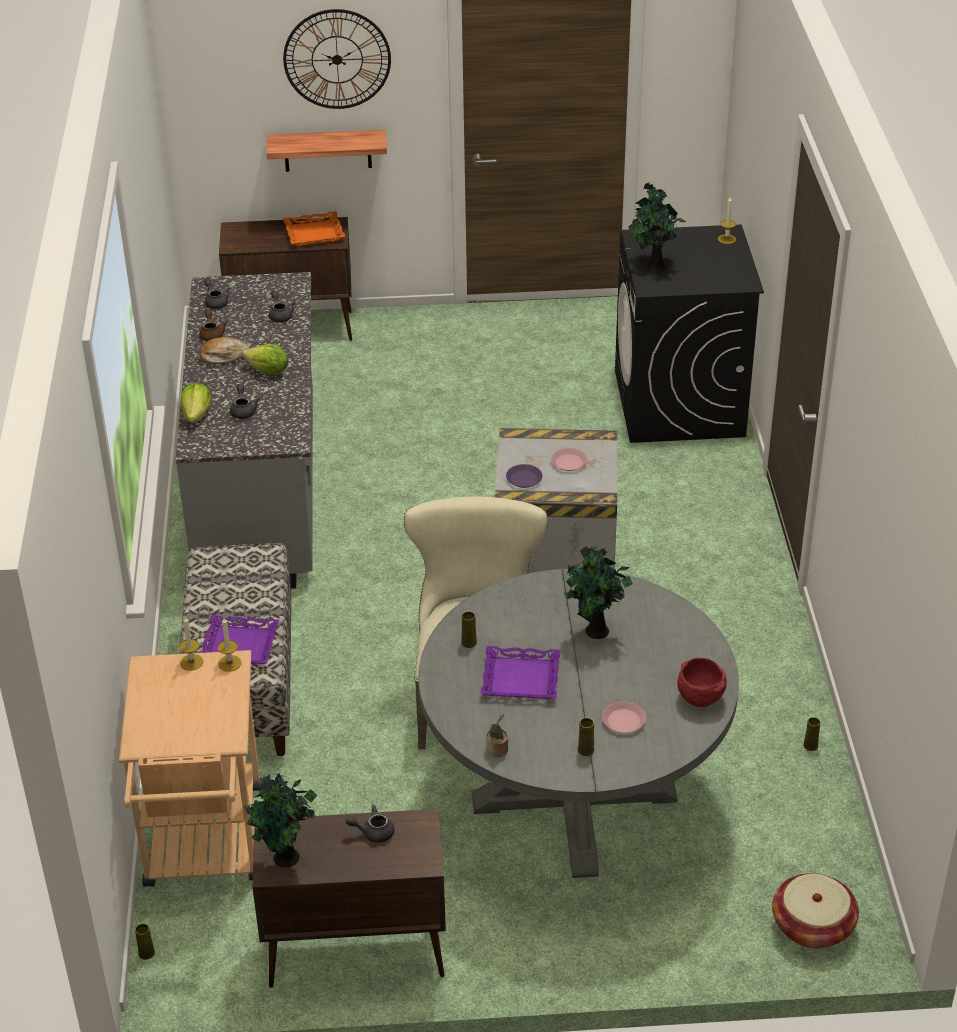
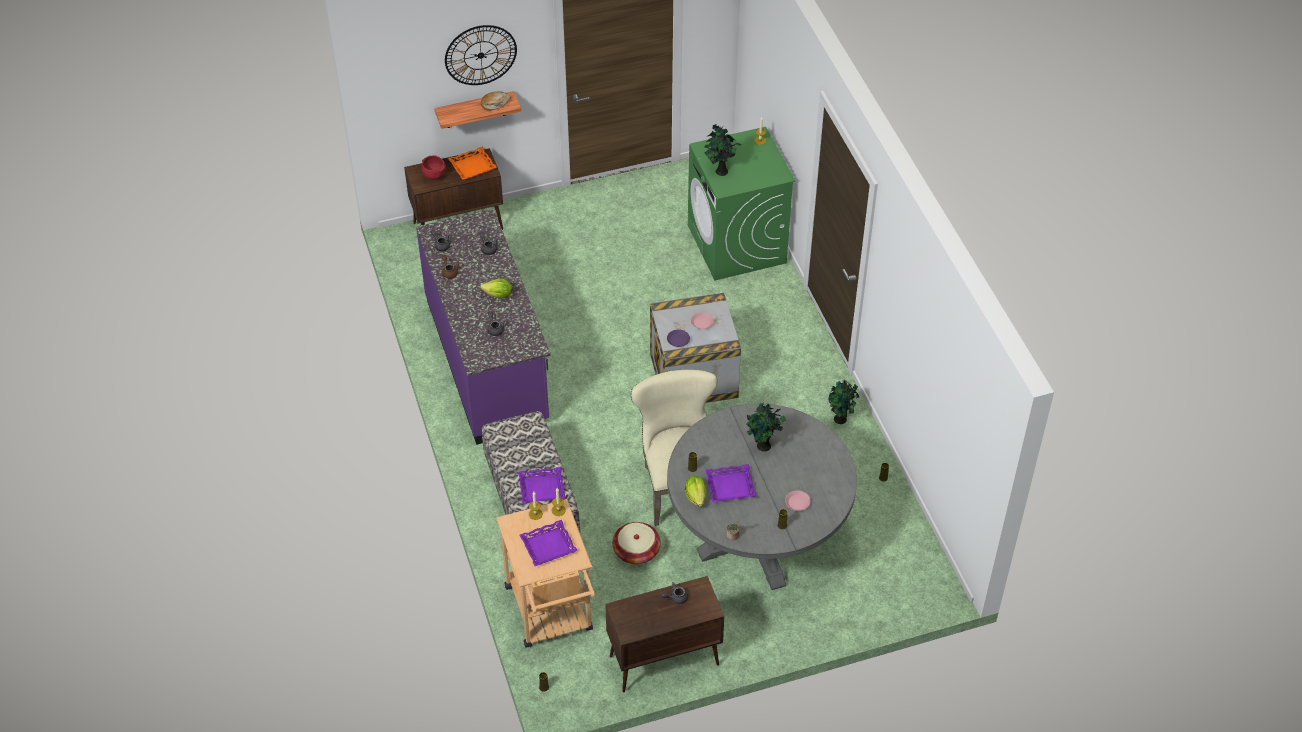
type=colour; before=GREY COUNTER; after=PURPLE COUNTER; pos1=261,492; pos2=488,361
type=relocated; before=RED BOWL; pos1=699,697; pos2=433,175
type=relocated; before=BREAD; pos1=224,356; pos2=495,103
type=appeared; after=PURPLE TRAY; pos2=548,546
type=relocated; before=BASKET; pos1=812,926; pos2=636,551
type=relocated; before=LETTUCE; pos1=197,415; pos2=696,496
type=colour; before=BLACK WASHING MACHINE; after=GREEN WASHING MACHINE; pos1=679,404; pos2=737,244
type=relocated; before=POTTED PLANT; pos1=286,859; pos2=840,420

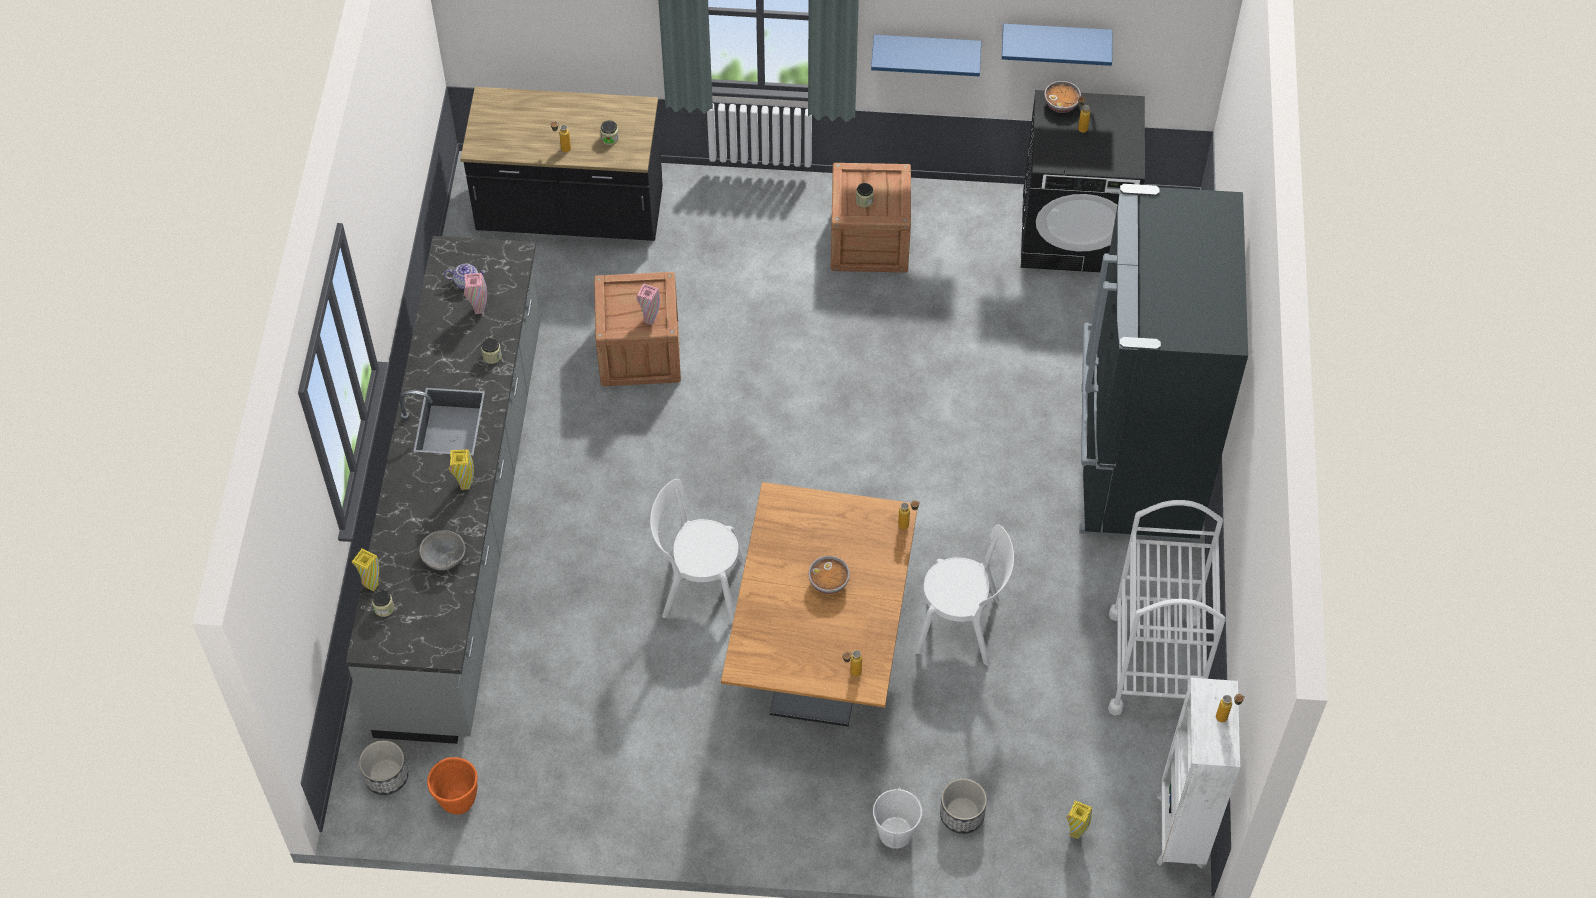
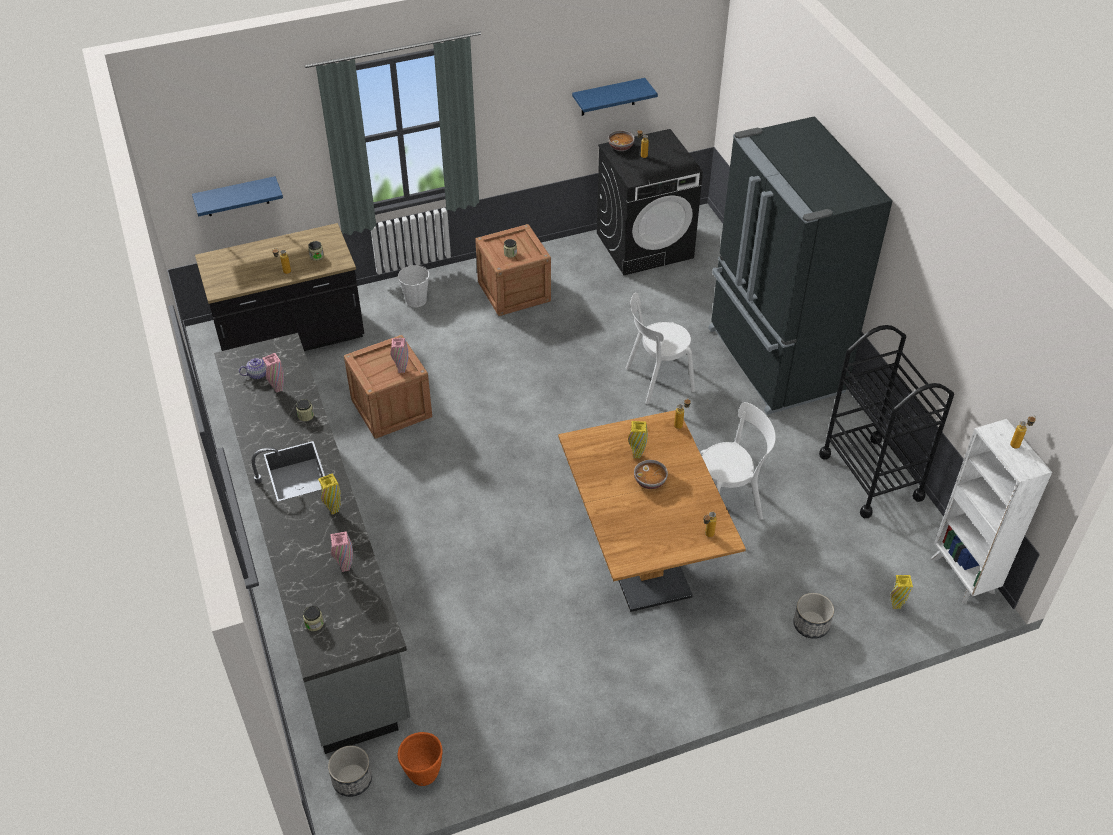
type=relocated; before=BLUE SHELF; pos1=926,50; pos2=236,197
type=exchanged; before=GREY BOWL; after=PINK VASE; pos1=444,558; pos2=345,568
type=relocated; before=WHITE BUCKET; pos1=895,833; pos2=416,300
type=relocated; before=WHITE CHAIR; pos1=697,587; pos2=656,380
type=relocated; before=YELLOW VASE; pos1=372,586; pos2=636,455
type=colour; before=WHITE CART; after=BLACK CART; pos1=1154,664; pos2=870,476

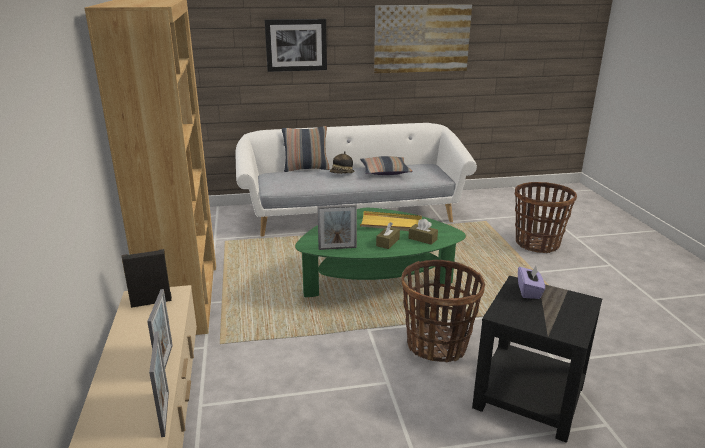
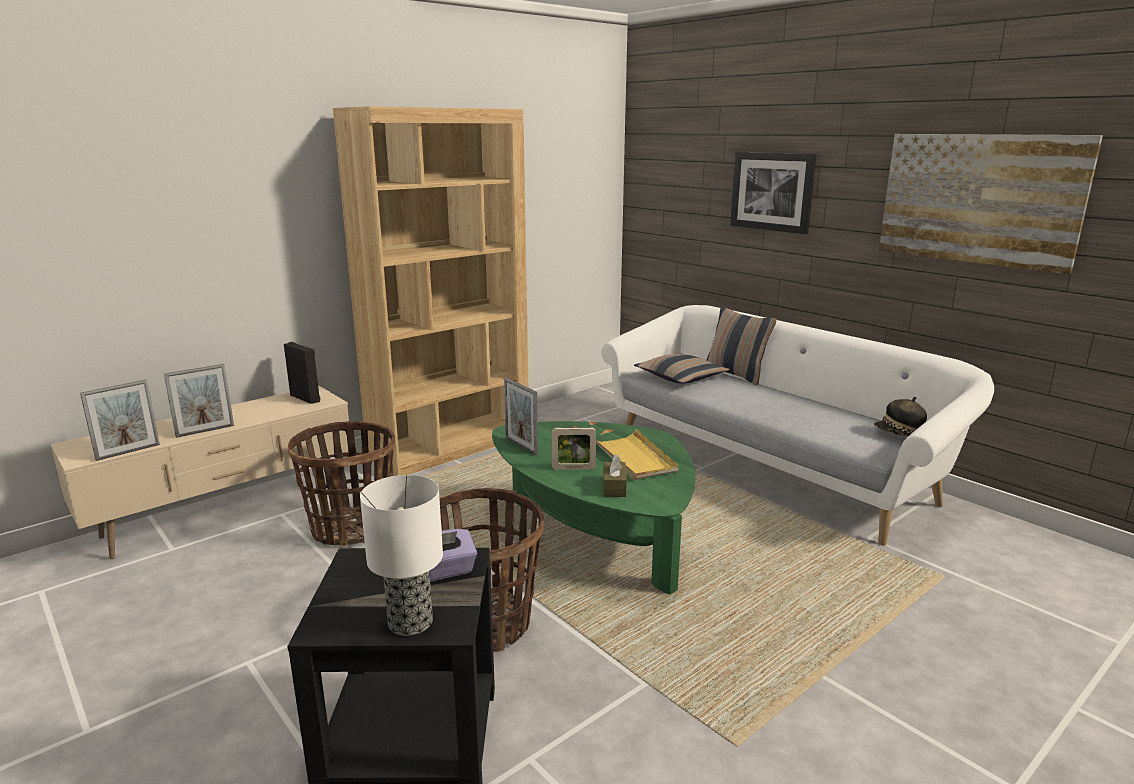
type=relocated; before=BASKET; pos1=537,244; pos2=351,529
type=appeared; after=TABLE LAMP; pos2=409,623
type=exchanged; before=BROWN TISSUE BOX; after=PICTURE FRAME; pos1=388,242; pos2=573,468
type=relocated; before=PILLOW; pos1=385,171; pos2=680,377
type=relocated; before=HAT; pos1=342,174; pos2=898,435

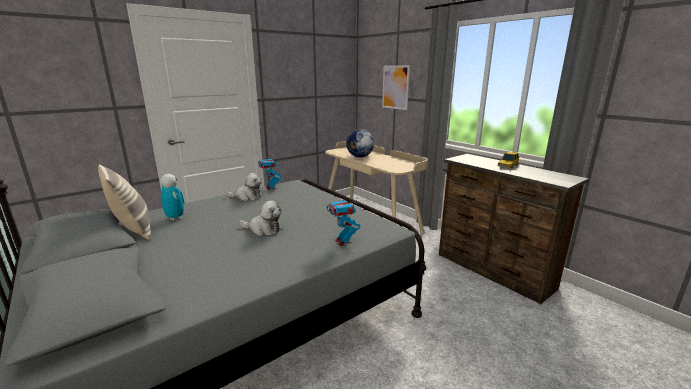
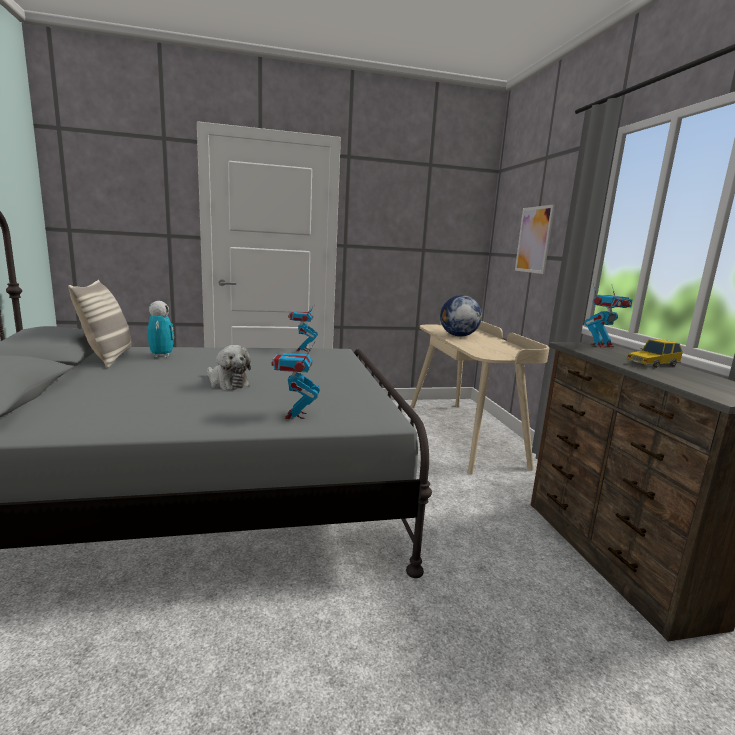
type=appeared; after=TOY ROBOT; pos2=602,345
type=missing; before=PLUSH TOY; pos1=247,197

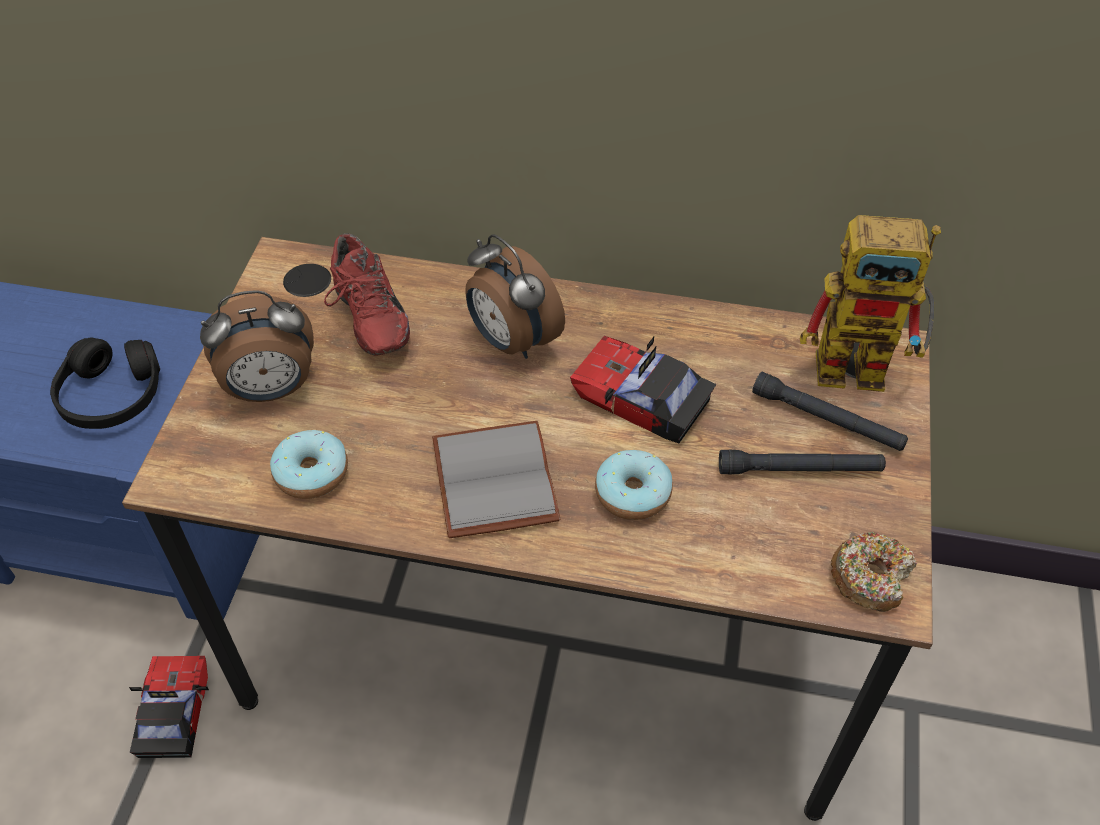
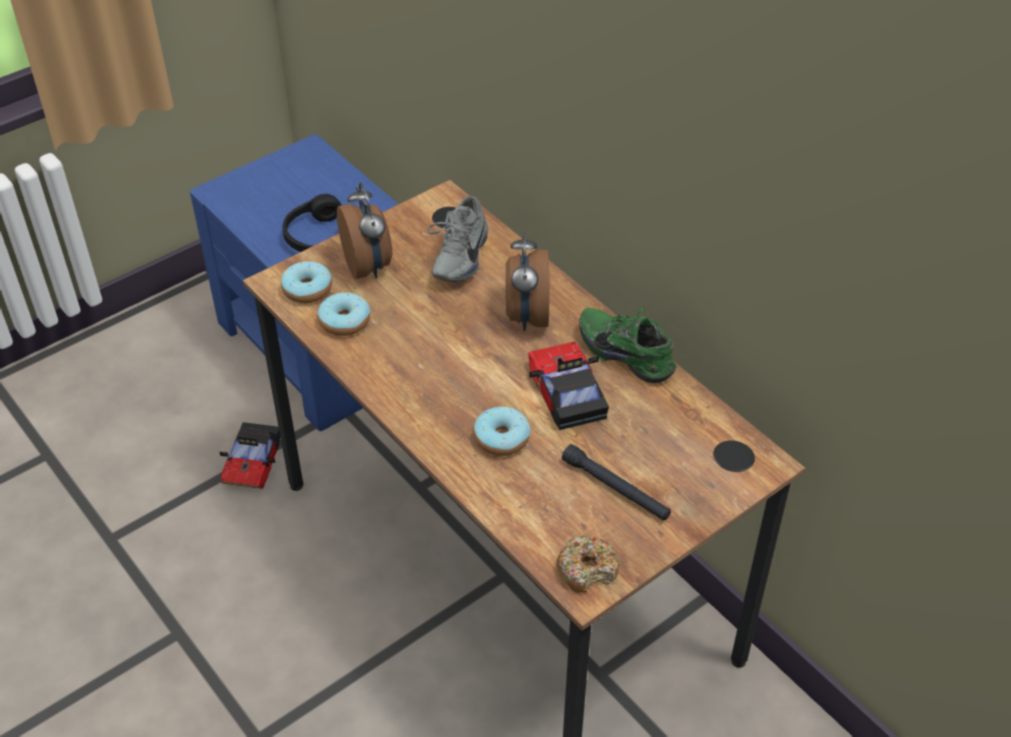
type=spun; before=TOY CAR; pos1=173,711; pos2=252,462; turn=150
type=appeared; after=DONUT; pos2=307,289
type=spun; before=ALARM CLOCK; pos1=271,389; pos2=368,266; turn=-135
type=colour; before=RED SHOE; after=GREY SHOE; pos1=366,319; pos2=457,257
type=appeared; after=GREEN SHOE; pos2=628,353
type=missing; before=GREY BOOK; pos1=490,479
type=missing; before=BLACK FLASHLIGHT; pos1=827,420
type=missing; before=TOY ROBOT; pos1=866,366

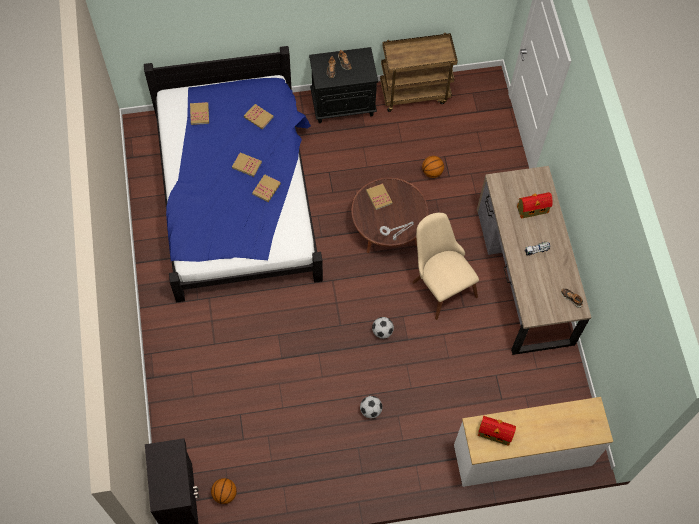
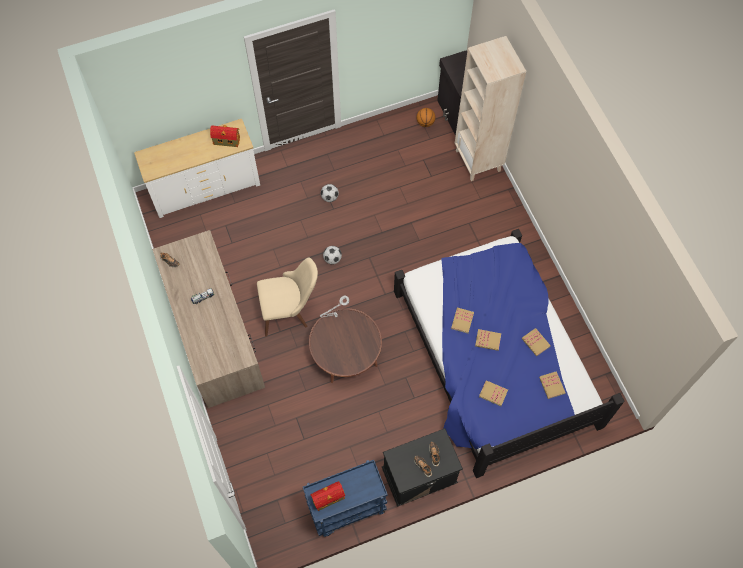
type=spun; before=BEIGE CHAIR; pos1=439,283; pos2=290,310; turn=-60
type=colour; before=BROWN CART; after=BLUE CART; pos1=415,93; pos2=346,509
type=relocated; before=TOY HOUSE; pos1=531,209; pos2=329,498
type=appeared; after=BEIGE BOOKCASE; pos2=478,161
type=relocated; before=BOOK; pos1=379,197; pos2=535,342
type=missing; before=BASKETBALL; pos1=432,172

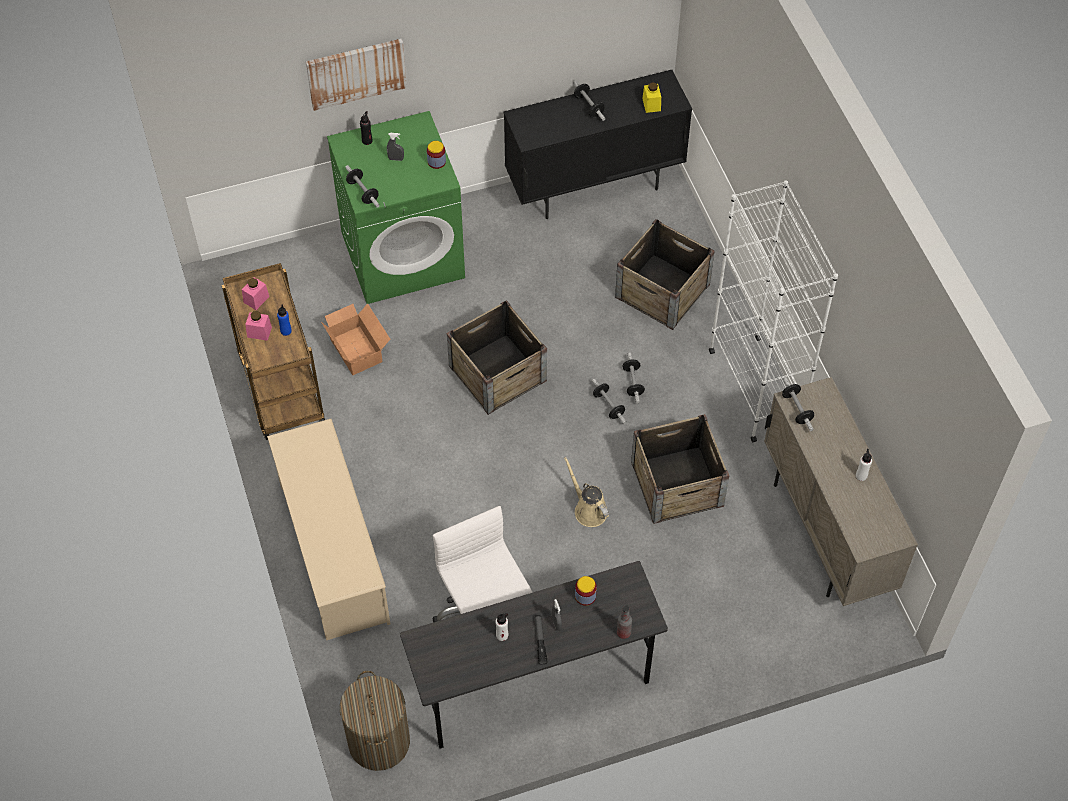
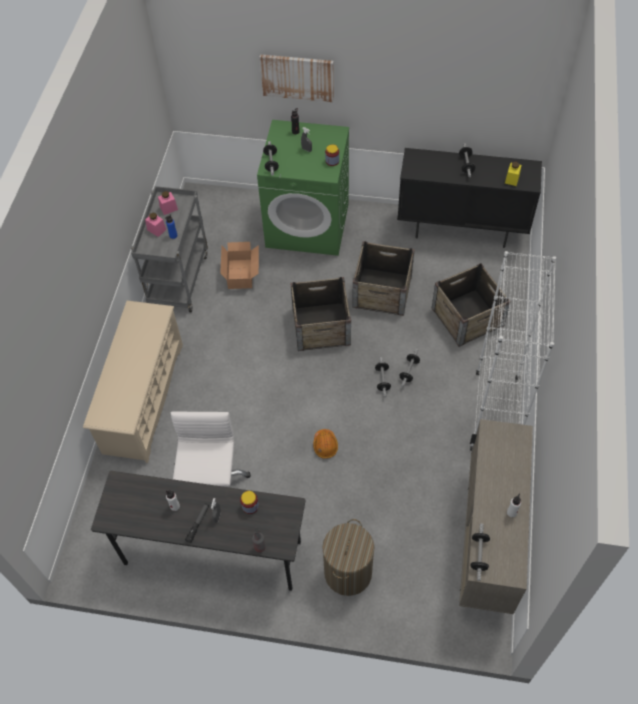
type=colour; before=BROWN CART; after=GREY CART; pos1=280,389; pos2=178,279
type=exchanged; before=BEIGE WATERING CAN; after=ORANGE HARD HAT; pos1=588,509; pos2=325,445
type=relocated; before=LAUNDRY BASKET; pos1=379,741; pos2=348,572
type=relocated; before=CRATE; pos1=677,484; pos2=382,291
type=relocated; before=DUMBBELL; pos1=796,409; pos2=479,554

